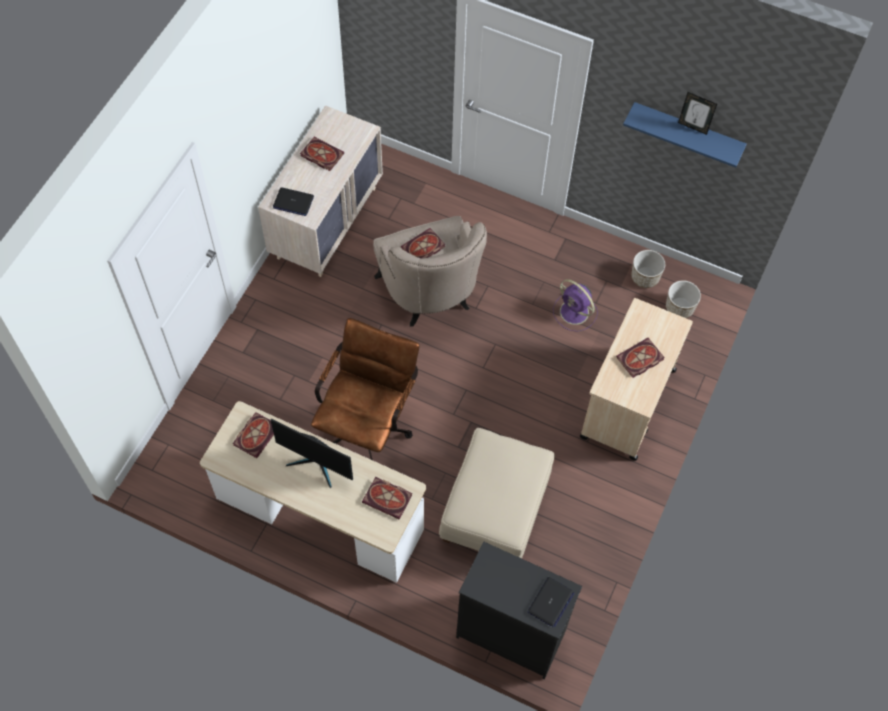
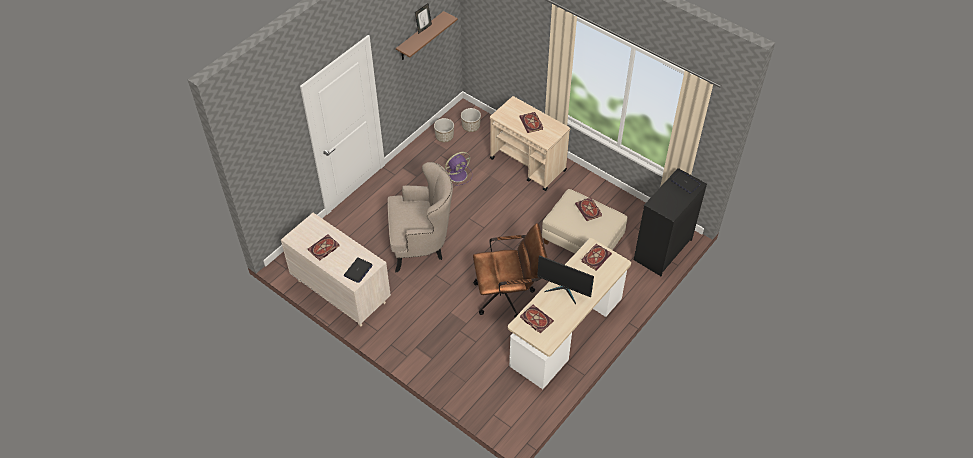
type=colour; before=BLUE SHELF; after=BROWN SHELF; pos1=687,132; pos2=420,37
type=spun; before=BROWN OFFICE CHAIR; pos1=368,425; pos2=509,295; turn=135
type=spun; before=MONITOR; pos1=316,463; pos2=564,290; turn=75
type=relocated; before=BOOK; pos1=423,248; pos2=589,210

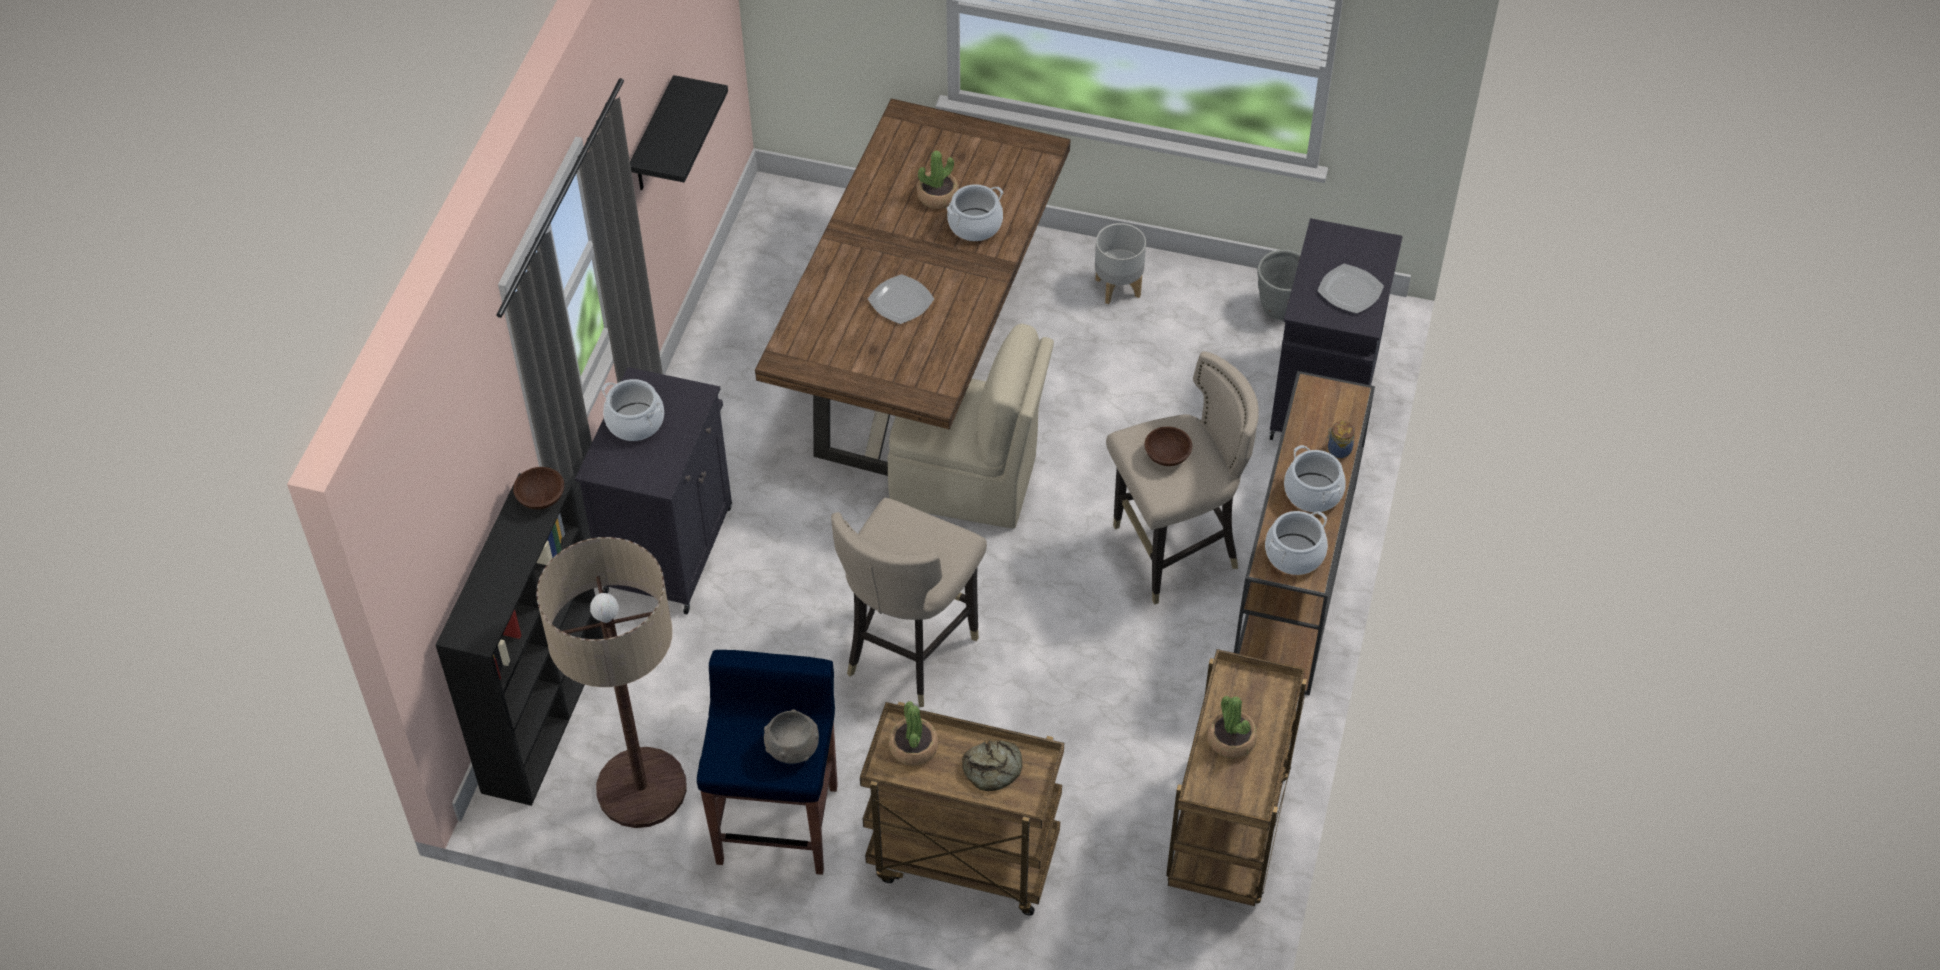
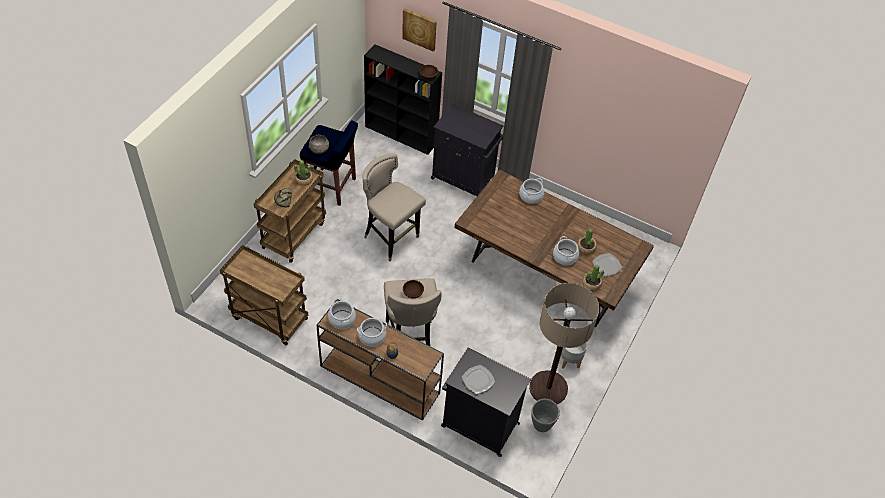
type=appeared; after=PICTURE; pos2=420,29
type=relocated; before=COOKING POT; pos1=635,422; pos2=531,196
type=relocated; before=FLOOR LAMP; pos1=642,788; pos2=548,388
type=relocated; before=POTTED PLANT; pos1=1231,740; pos2=591,284
type=relocated; before=PLATE; pos1=901,301; pos2=607,265
type=missing; before=BLACK SHELF; pos1=653,138
type=missing; before=BEIGE CHAIR; pos1=968,482

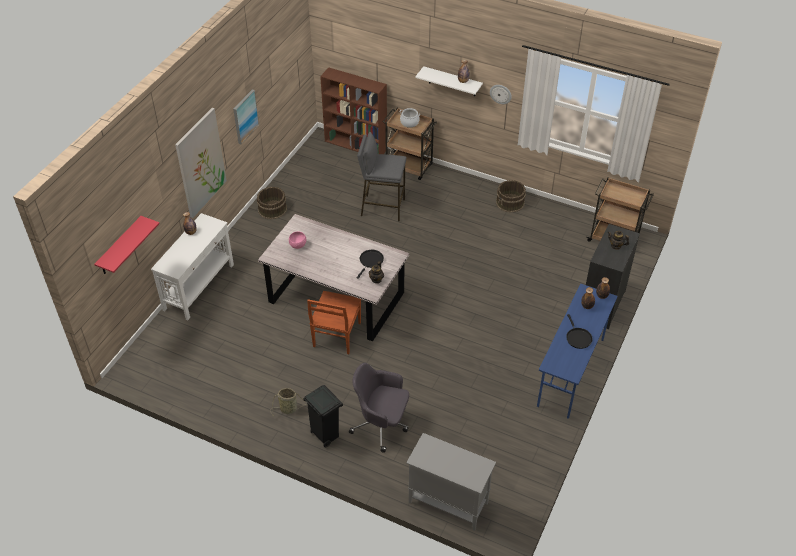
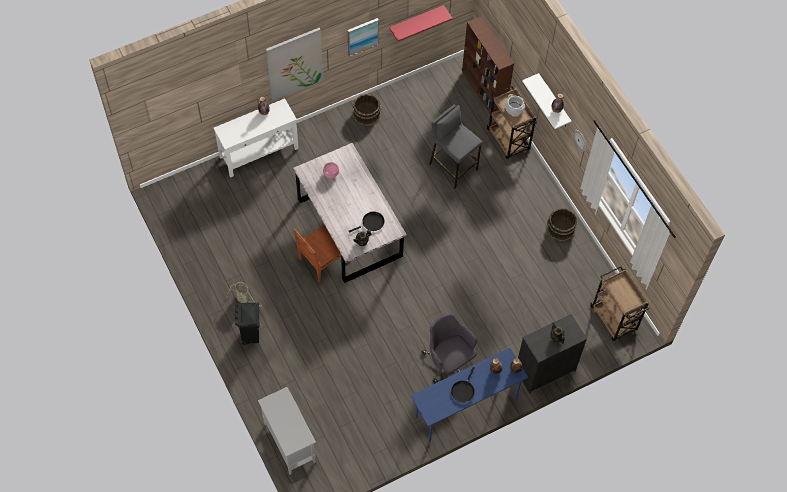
type=relocated; before=RED SHELF; pos1=120,246; pos2=416,21
type=relocated; before=GREY OFFICE CHAIR; pos1=381,424; pos2=449,361

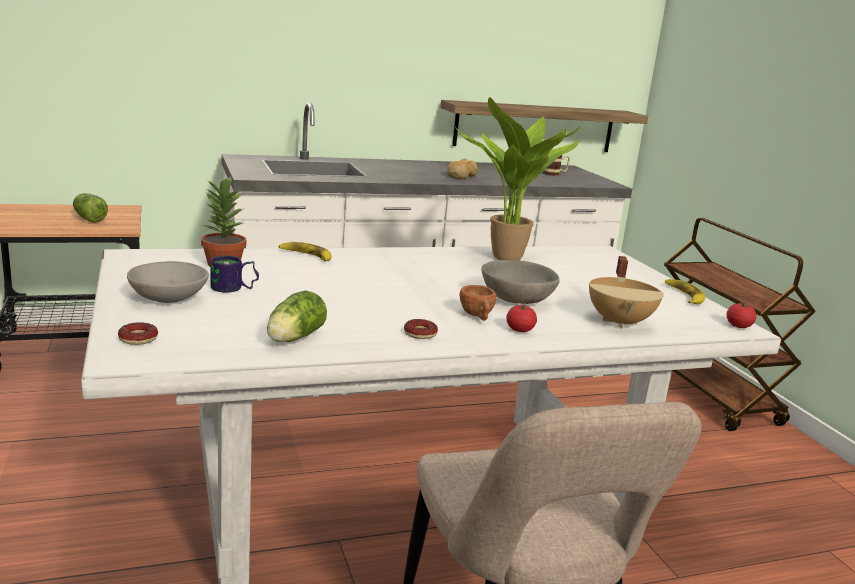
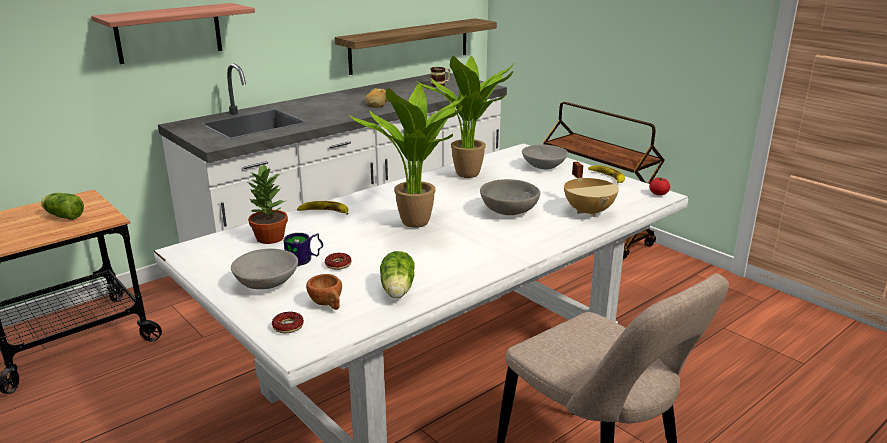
type=appeared; after=SHELF; pos2=169,33
type=relocated; before=BROWN CUP; pos1=477,316; pos2=328,304
type=relocated; before=DONUT; pos1=420,334; pos2=338,264
type=appeared; after=POTTED PLANT; pos2=419,224
type=appeared; after=GREY BOWL; pos2=544,166
type=missing; before=TOMATO; pos1=520,330

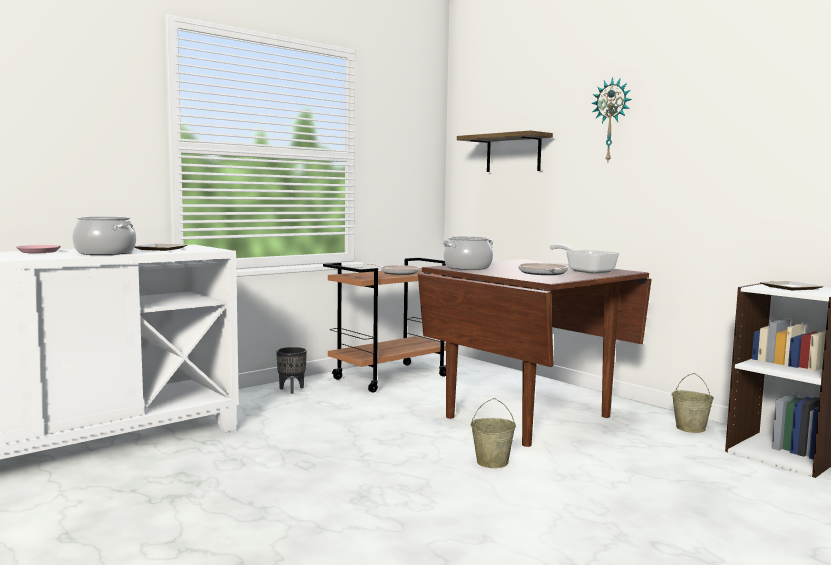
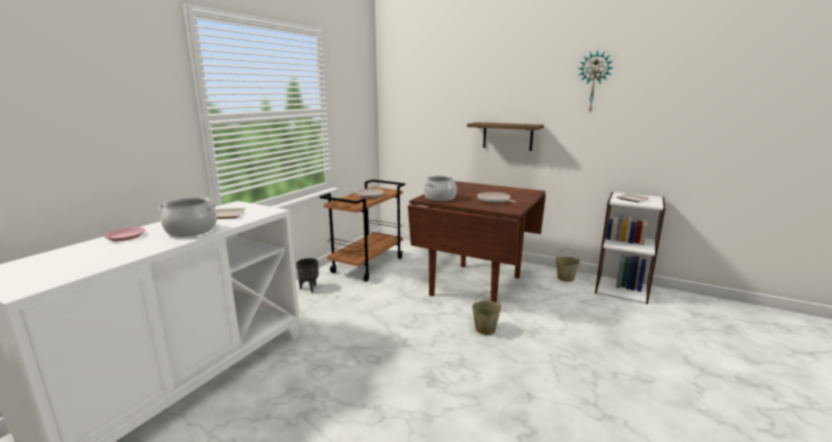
type=relocated; before=SHELF; pos1=513,153; pos2=507,136
type=relocated; before=WALL CLOCK; pos1=612,120; pos2=594,82
type=missing; before=FRYING PAN; pos1=586,271

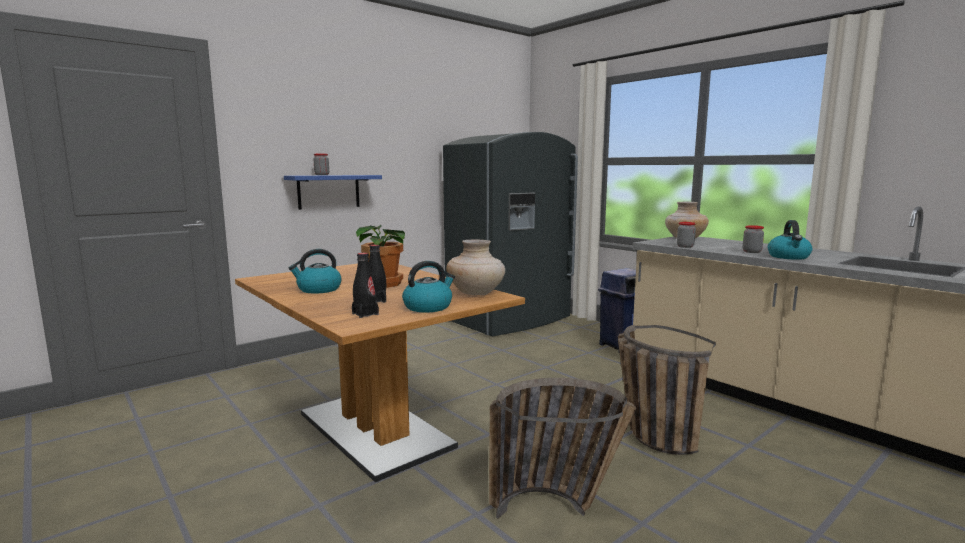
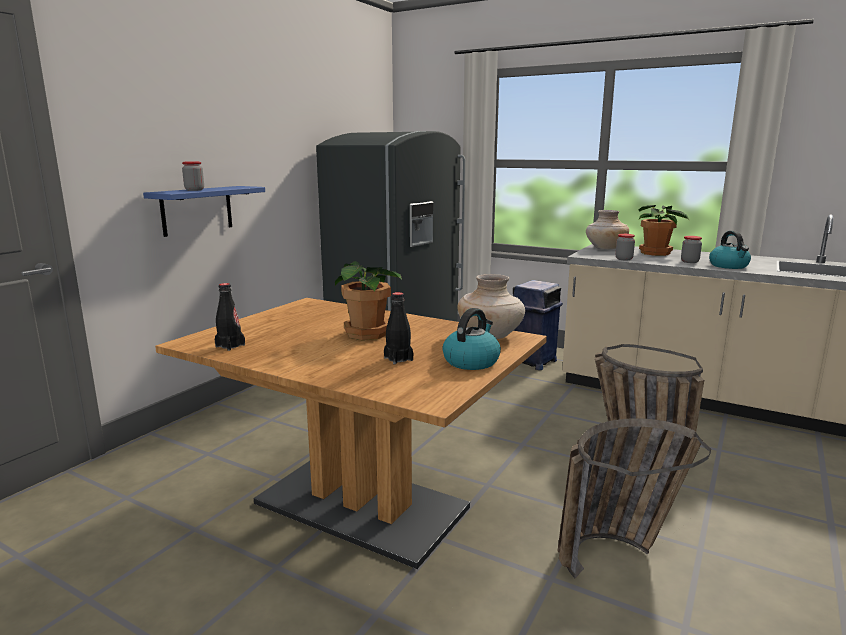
type=relocated; before=BLACK BOTTLE; pos1=365,314; pos2=230,346
type=appeared; after=POTTED PLANT; pos2=656,253
type=missing; before=KETTLE; pos1=318,289

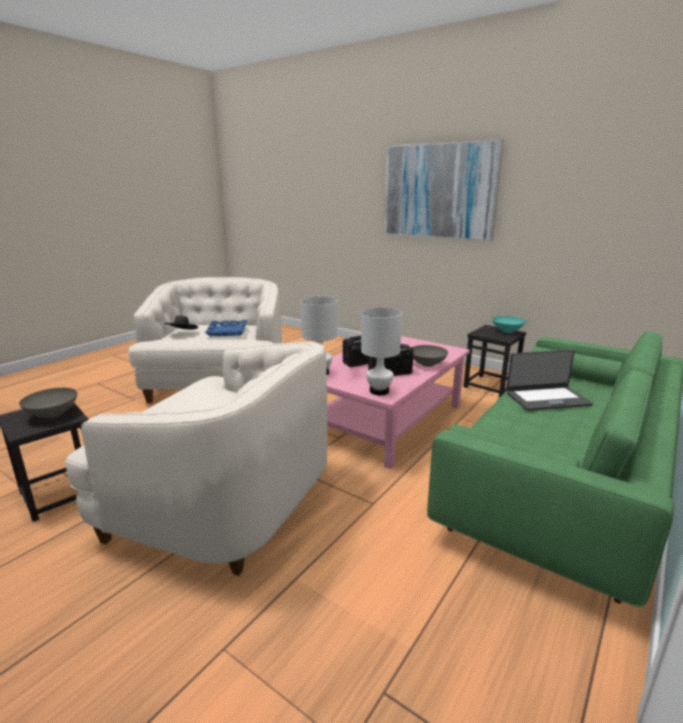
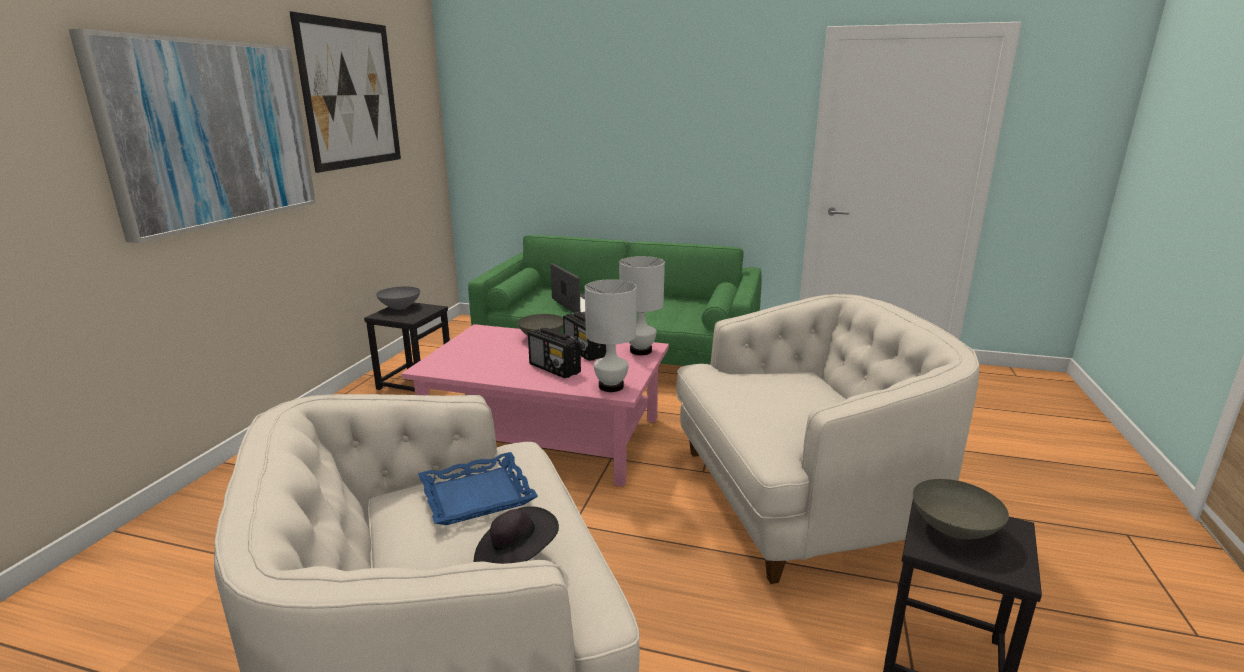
type=appeared; after=PICTURE; pos2=351,95
type=colour; before=TURQUOISE BOWL; after=GREY BOWL; pos1=507,331; pos2=400,307
type=spun; before=WHITE ARMCHAIR; pos1=224,501; pos2=799,498; turn=75

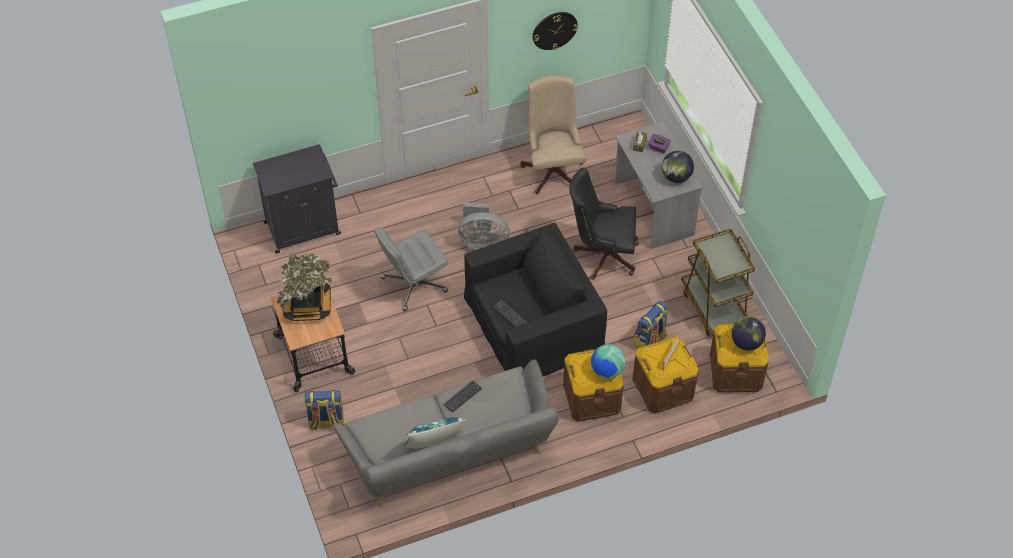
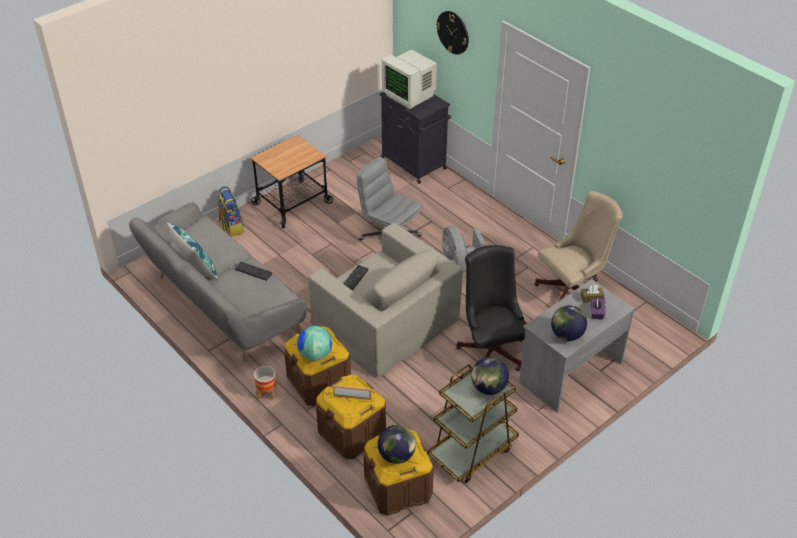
type=appeared; after=PLANTER; pos2=267,393
type=colour; before=BLACK ARMCHAIR; after=BEIGE ARMCHAIR; pos1=533,323; pos2=385,321
type=appeared; after=MONITOR; pos2=410,95
type=relocated; before=WALL CLOCK; pos1=554,30; pos2=453,32
type=appeared; after=GLOBE; pos2=488,388
type=missing; before=POTTED PLANT; pos1=308,306
type=missing; before=BACKPACK; pos1=650,340

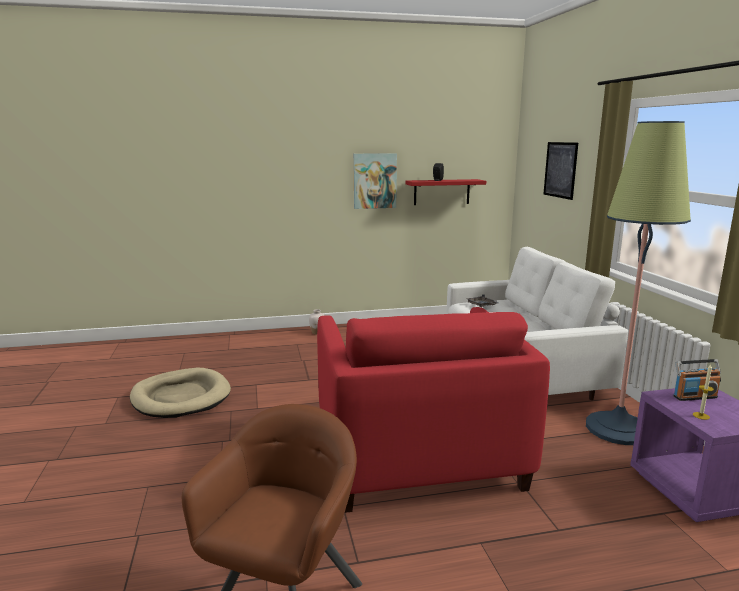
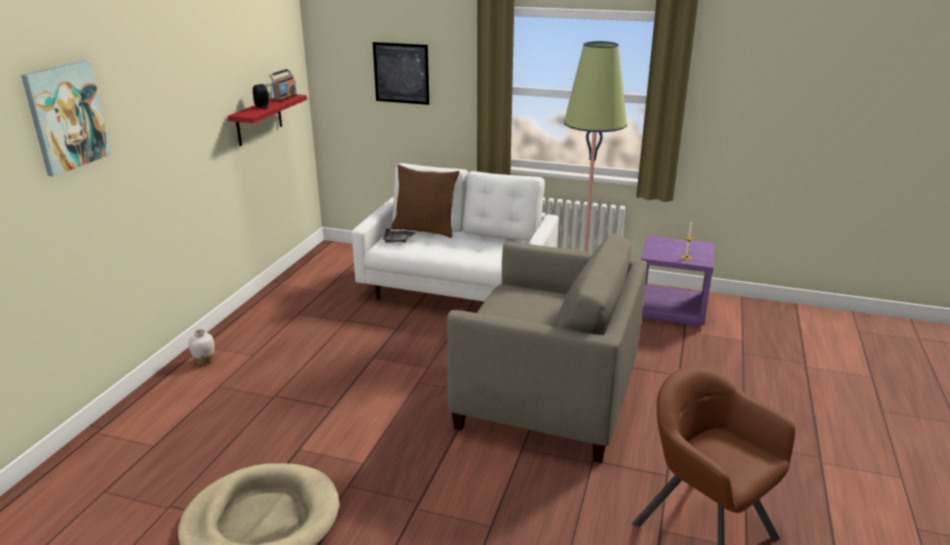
type=relocated; before=PICTURE; pos1=374,181; pos2=66,117
type=relocated; before=RADIO; pos1=694,397; pos2=285,98
type=appeared; after=BROWN PILLOW; pos2=425,229
type=colour; before=RED ARMCHAIR; after=BEIGE ARMCHAIR; pos1=417,455; pos2=547,395

